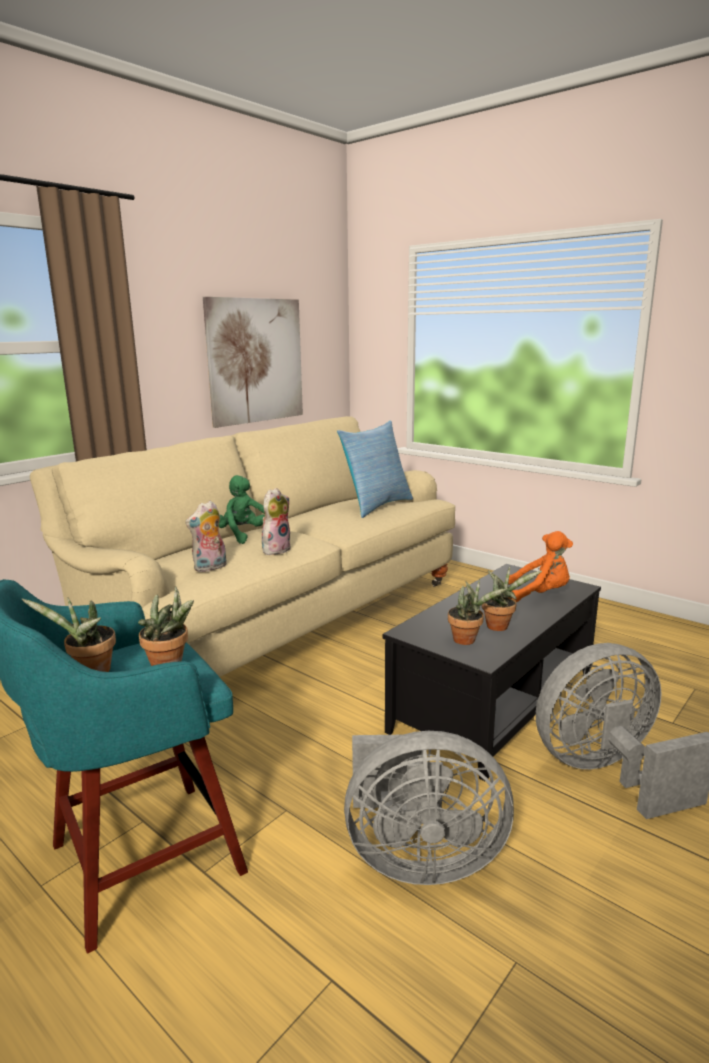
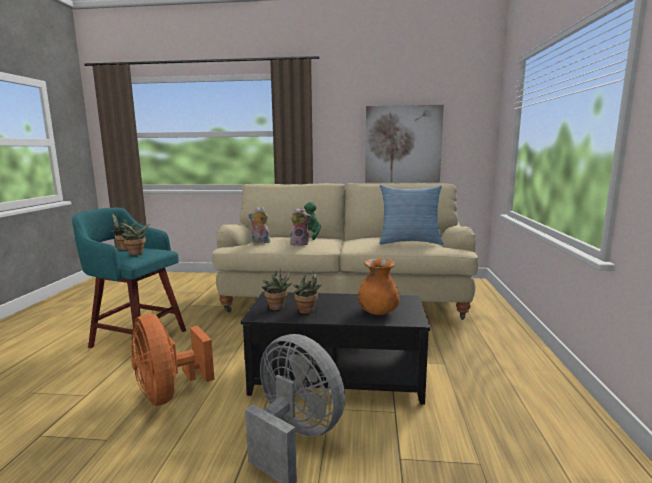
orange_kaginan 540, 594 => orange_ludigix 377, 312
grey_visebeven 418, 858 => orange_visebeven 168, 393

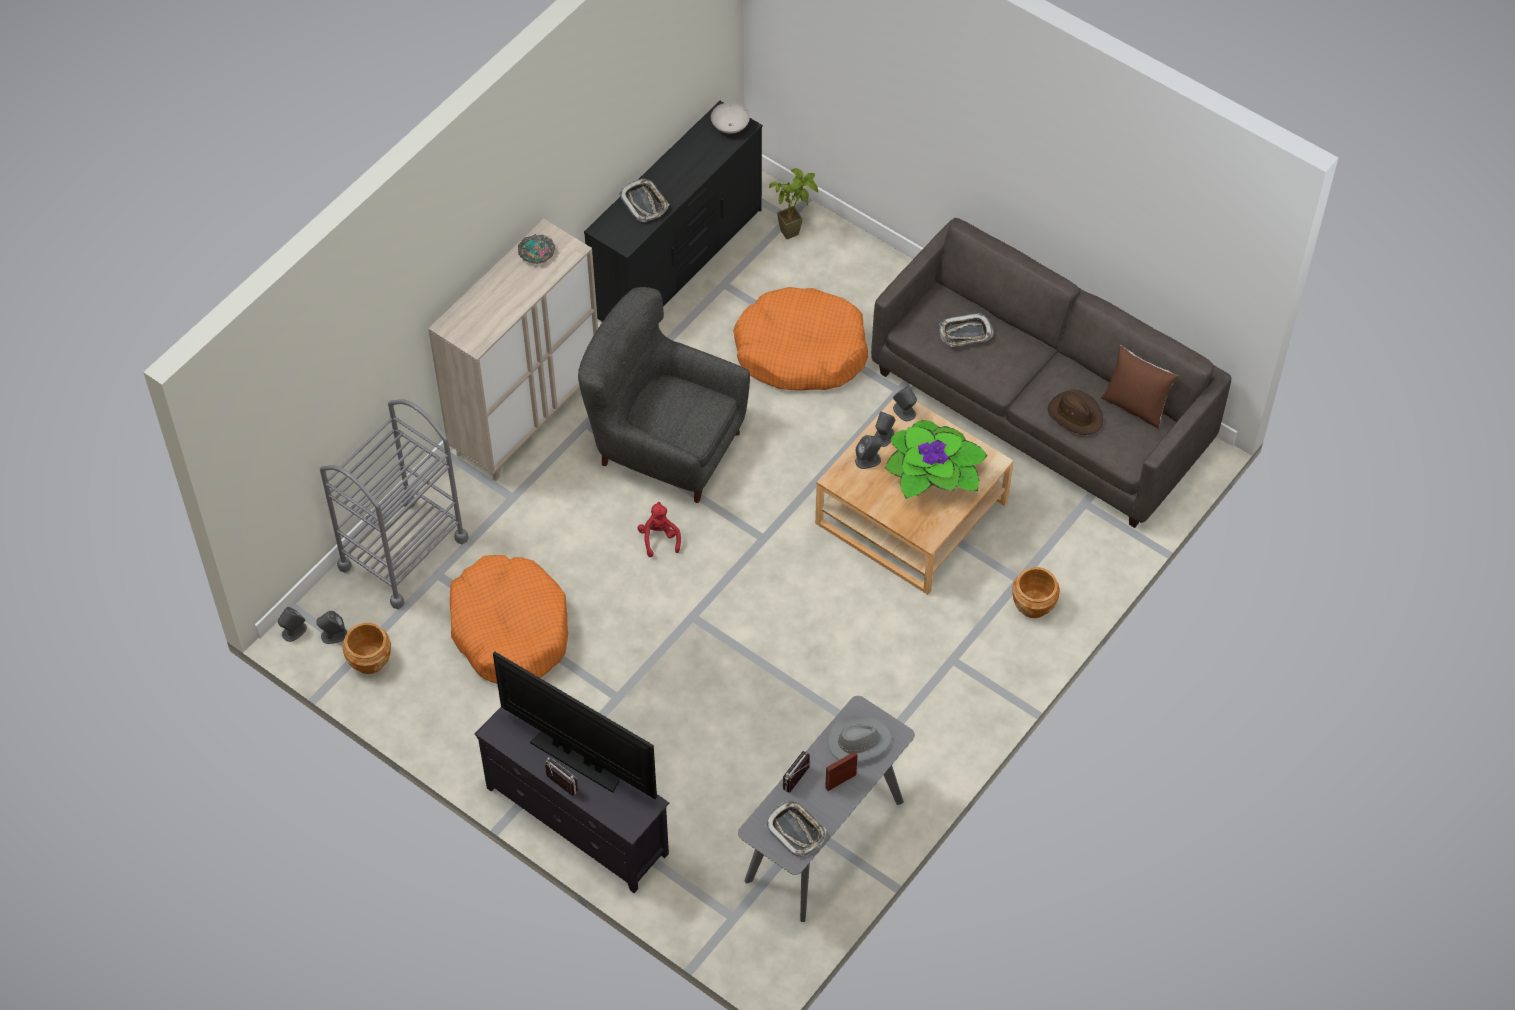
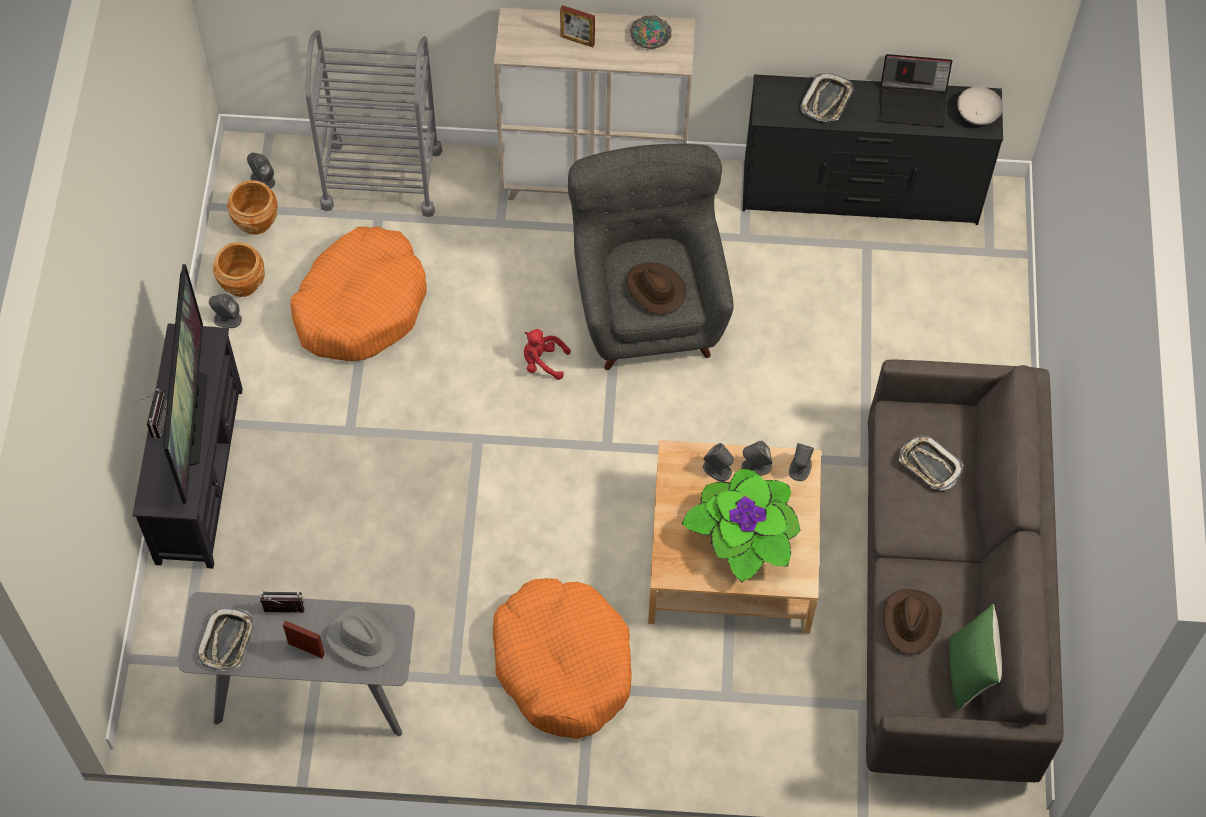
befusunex 796, 232 => nothing
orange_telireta 800, 351 => orange_telireta 563, 664, move
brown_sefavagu 1135, 405 => green_sefavagu 969, 672
red_kaginan 659, 538 => red_kaginan 543, 362, 120 degrees counterclockwise
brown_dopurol 1033, 604 => brown_dopurol 242, 282, move
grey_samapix 293, 631 => grey_samapix 227, 319, move
nothing => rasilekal 577, 40
nothing => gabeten 913, 103
nothing => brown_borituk 655, 290

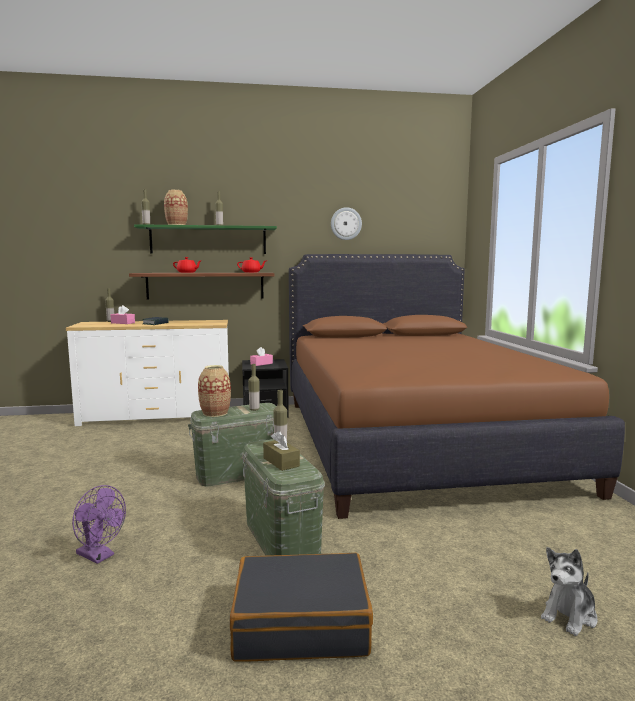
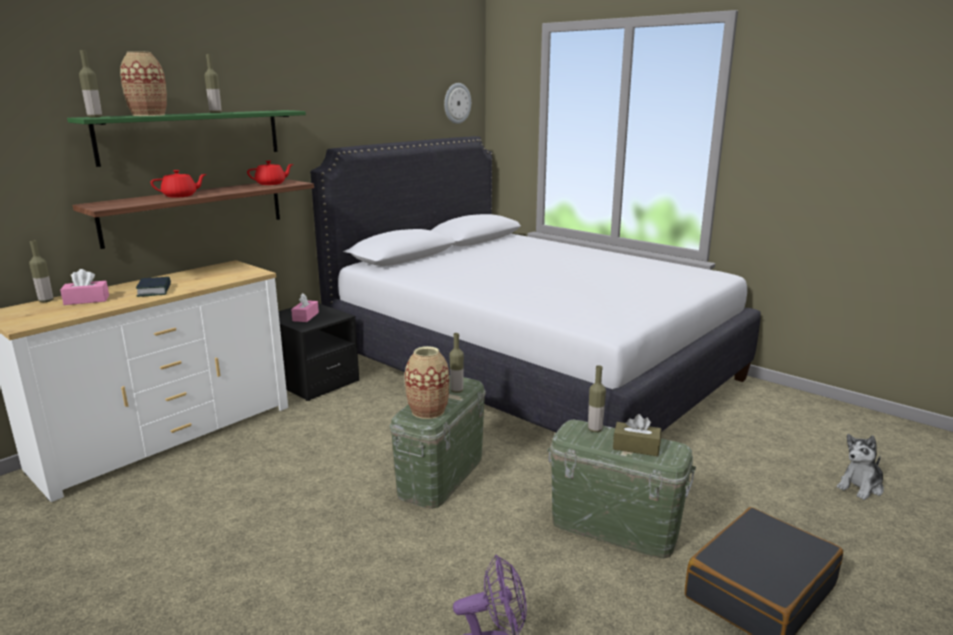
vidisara 346, 223 => vidisara 456, 103, move
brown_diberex 412, 440 => white_diberex 531, 370
kaginan 569, 615 => kaginan 860, 487, 45 degrees clockwise

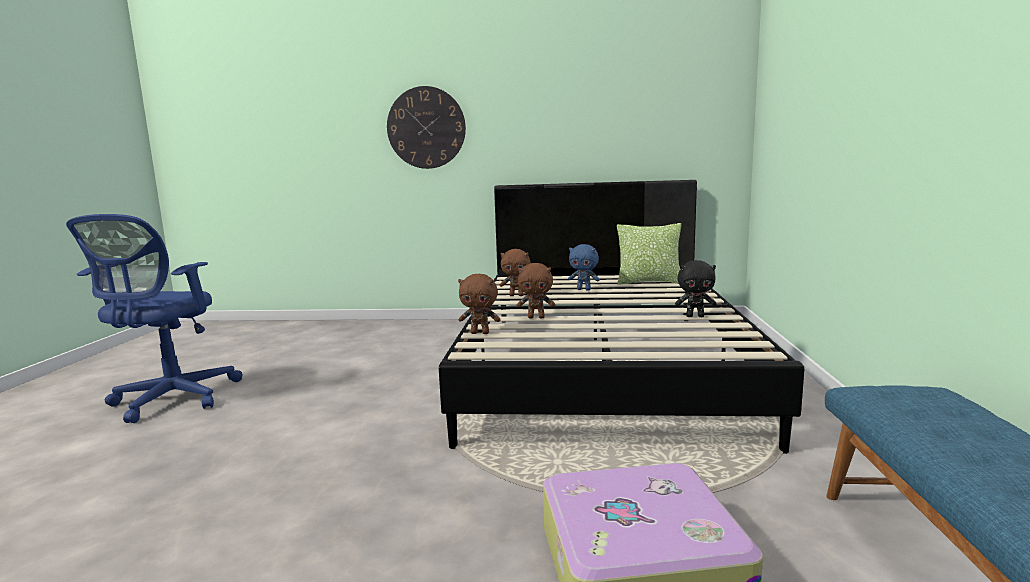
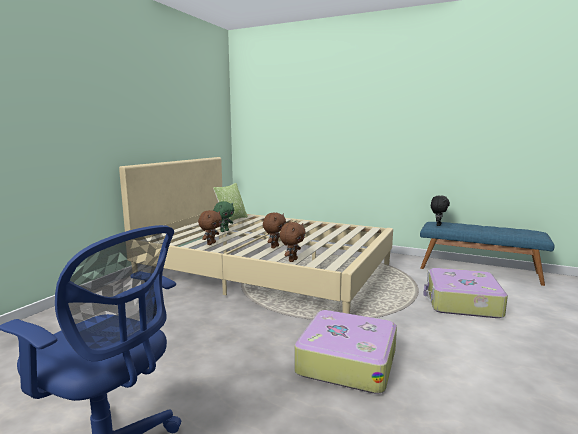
vidisara 426, 128 => nothing
black_diberex 602, 365 => beige_diberex 266, 270
blue_kaginan 584, 289 => green_kaginan 224, 231
black_kaginan 695, 316 => black_kaginan 438, 225, move
nothing => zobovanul 346, 361

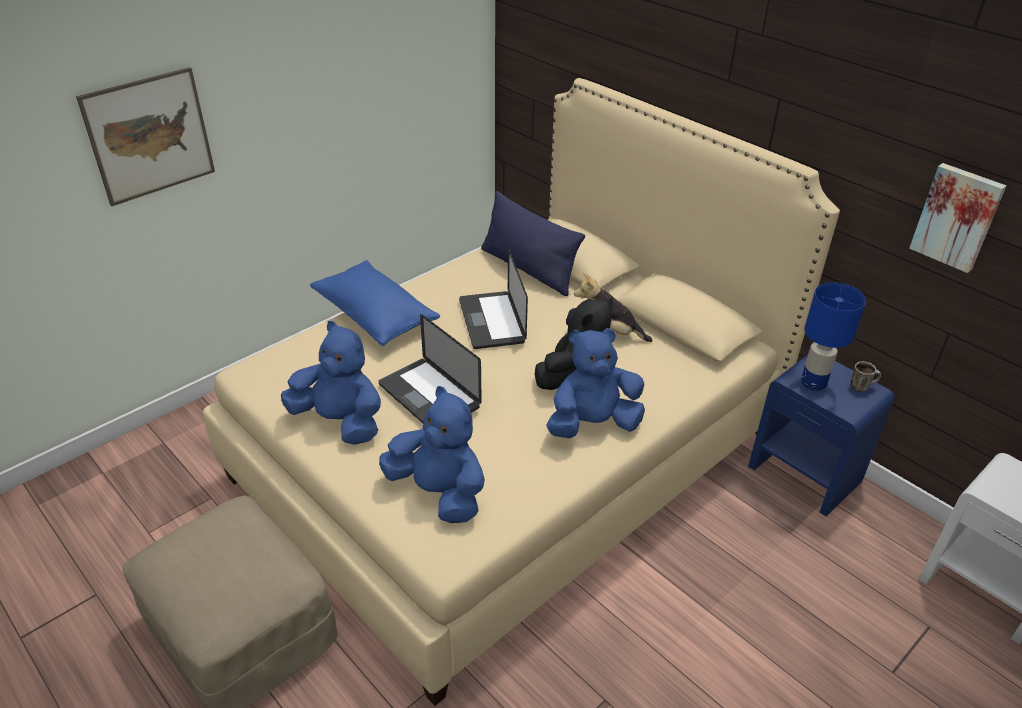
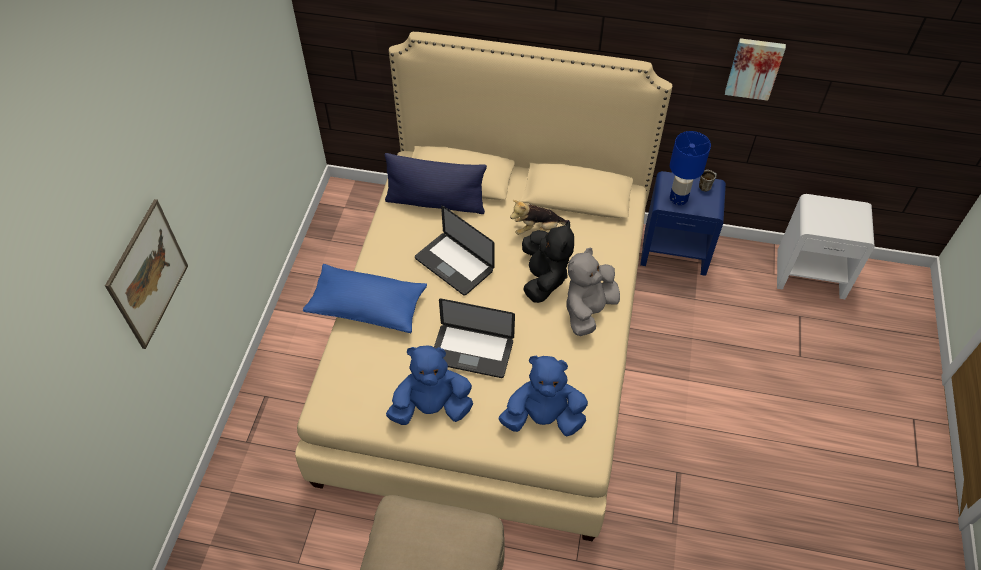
blue_kaginan 593, 424 => grey_kaginan 588, 310

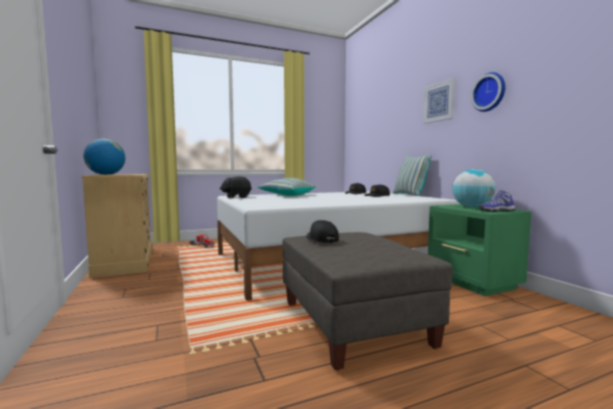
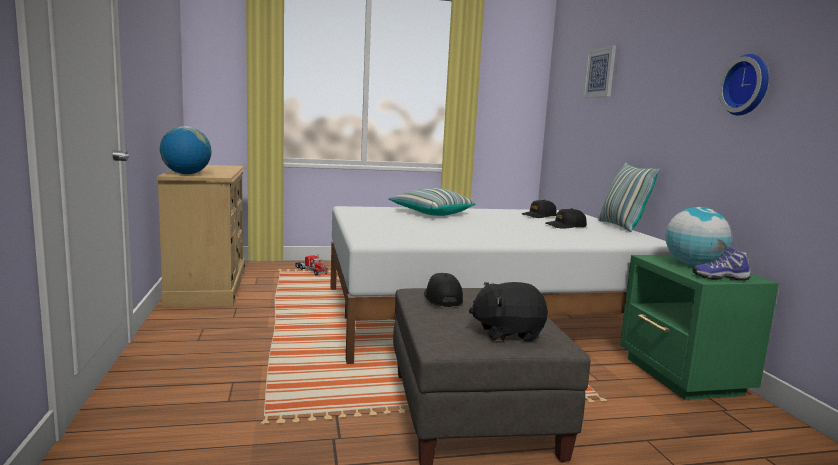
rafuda 439, 102 => rafuda 600, 73, move
black_kaginan 236, 197 => black_kaginan 507, 333, move

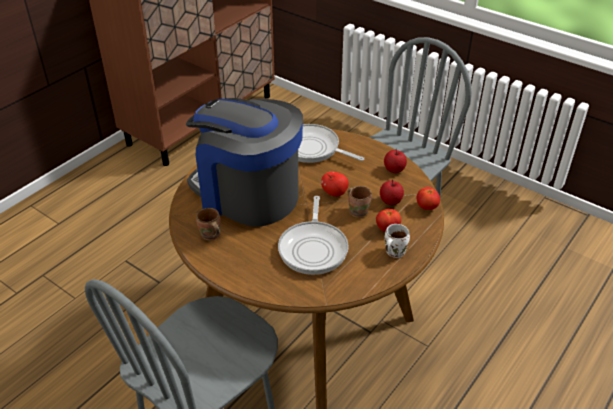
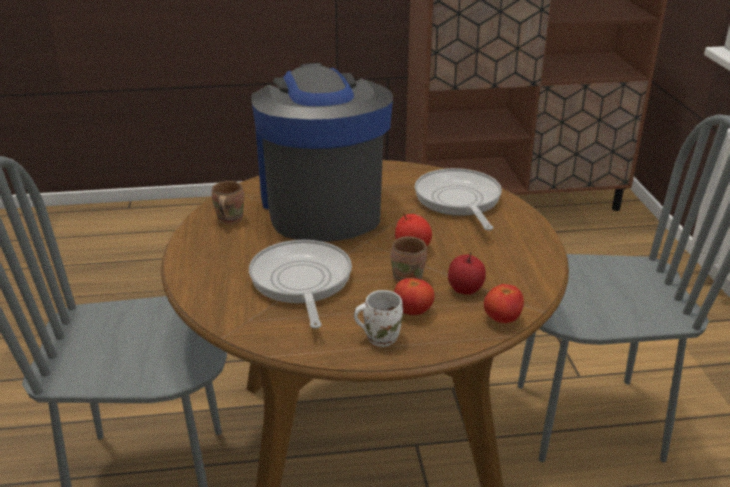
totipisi 394, 169 => nothing
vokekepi 313, 248 => vokekepi 301, 282, 120 degrees clockwise

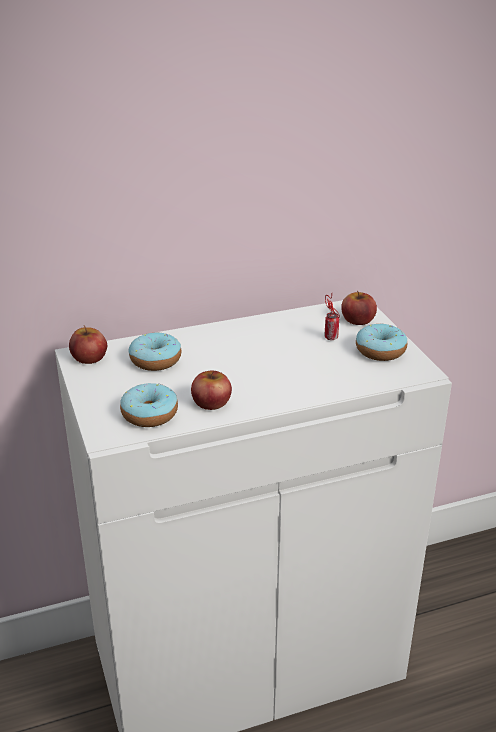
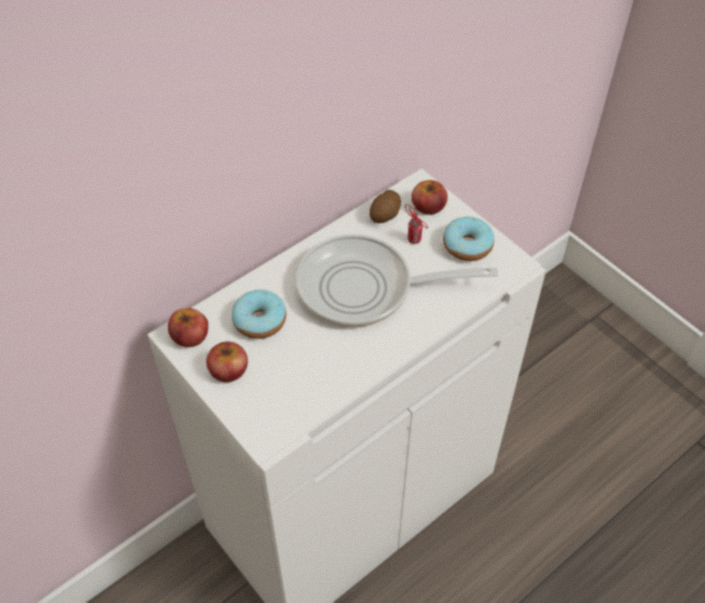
totipisi 211, 402 => totipisi 228, 369, move
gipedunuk 149, 414 => nothing
nothing => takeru 385, 215
nothing => vokekepi 365, 288

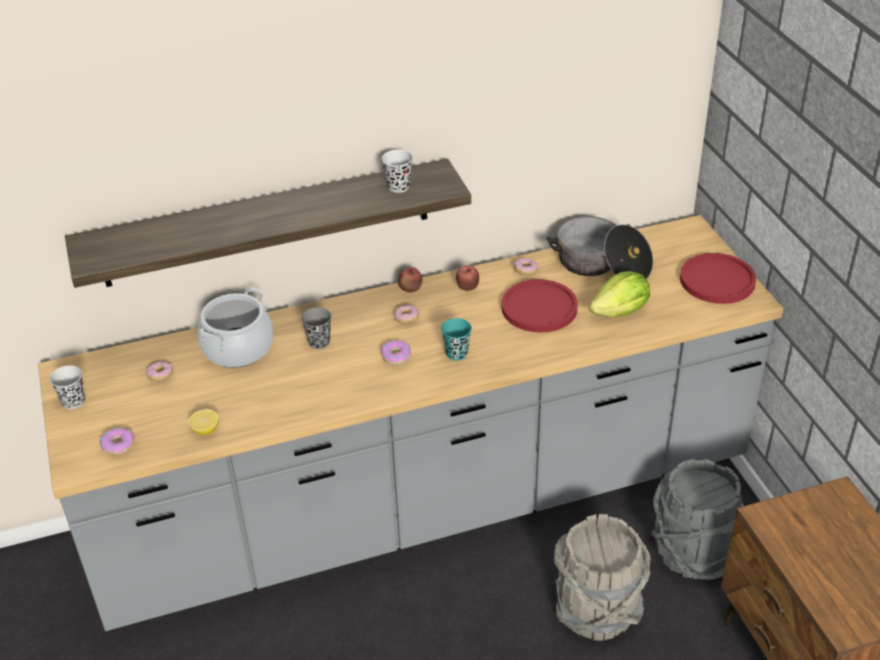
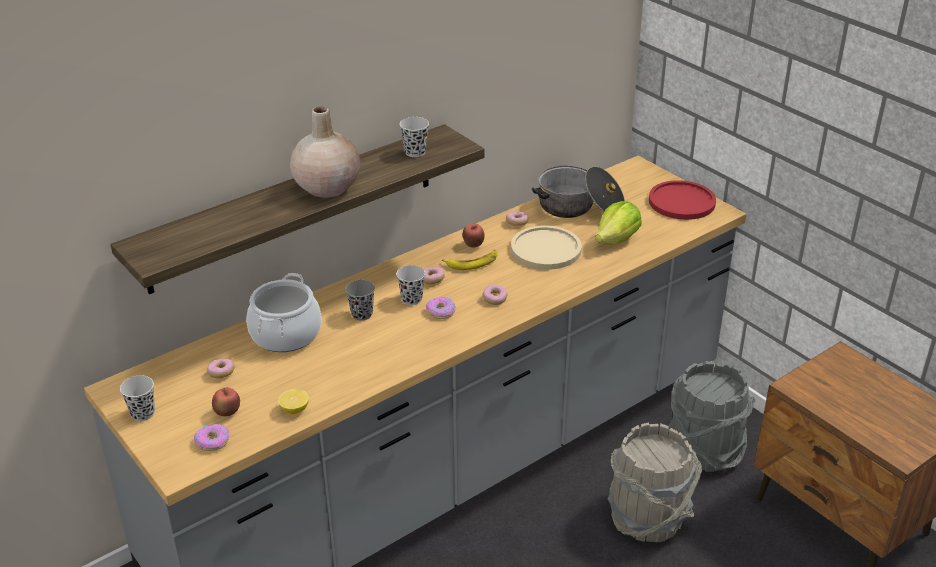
totipisi 410, 290 => totipisi 227, 413, move
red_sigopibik 539, 307 => beige_sigopibik 546, 249
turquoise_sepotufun 456, 353 => gipedunuk 494, 299
nothing => beige_ludigix 327, 187
nothing => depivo 472, 262
nothing => black_sepotufun 412, 299

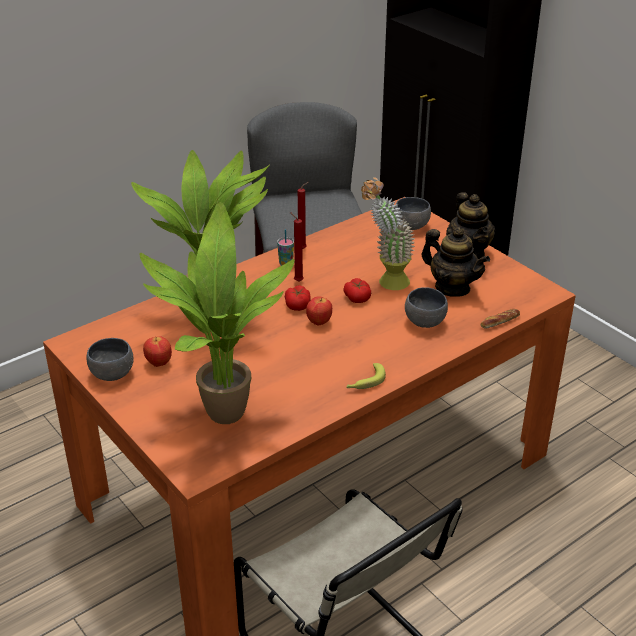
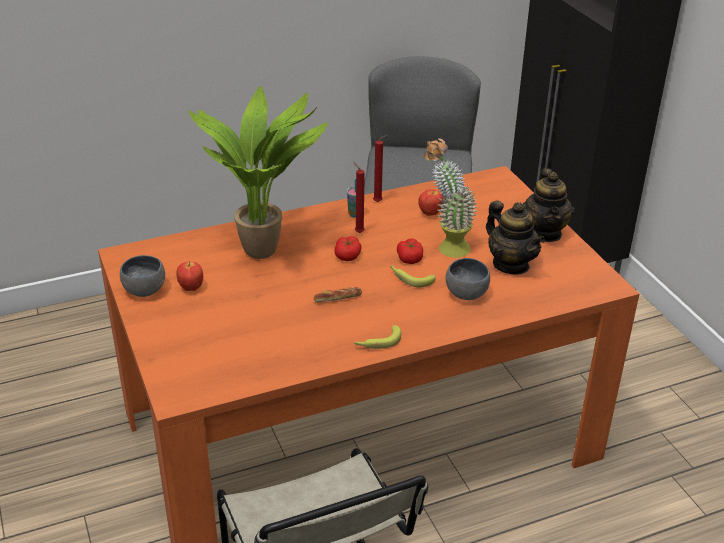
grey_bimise 411, 225 => nothing
befusunex 220, 413 => nothing
totipisi 319, 322 => totipisi 430, 213, move
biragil 500, 321 => biragil 338, 298, move
nothing => depivo 410, 278

